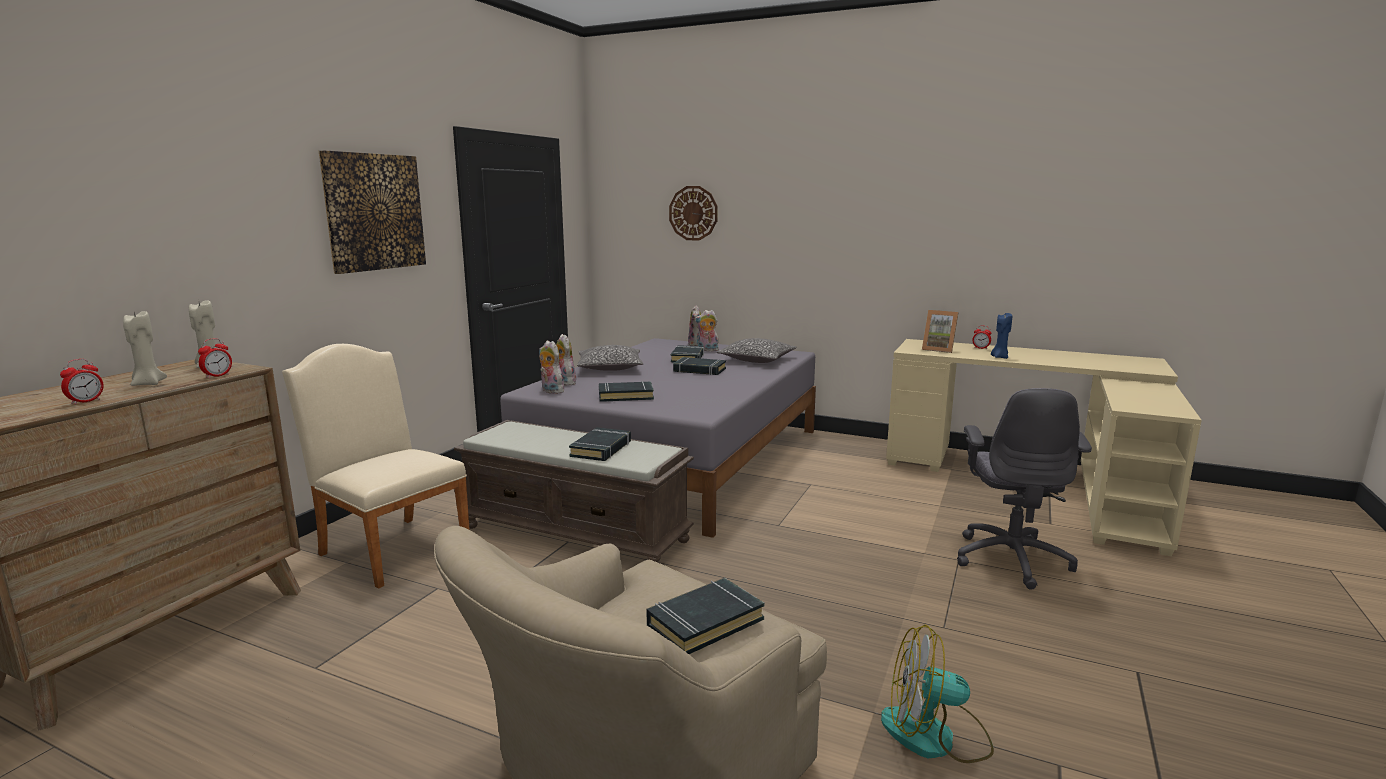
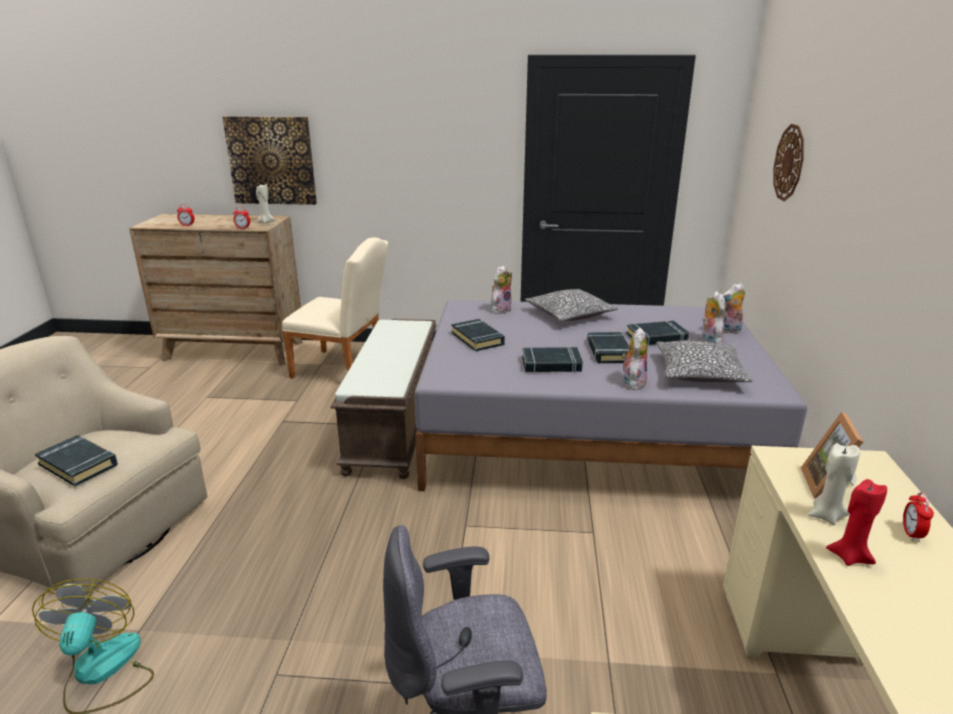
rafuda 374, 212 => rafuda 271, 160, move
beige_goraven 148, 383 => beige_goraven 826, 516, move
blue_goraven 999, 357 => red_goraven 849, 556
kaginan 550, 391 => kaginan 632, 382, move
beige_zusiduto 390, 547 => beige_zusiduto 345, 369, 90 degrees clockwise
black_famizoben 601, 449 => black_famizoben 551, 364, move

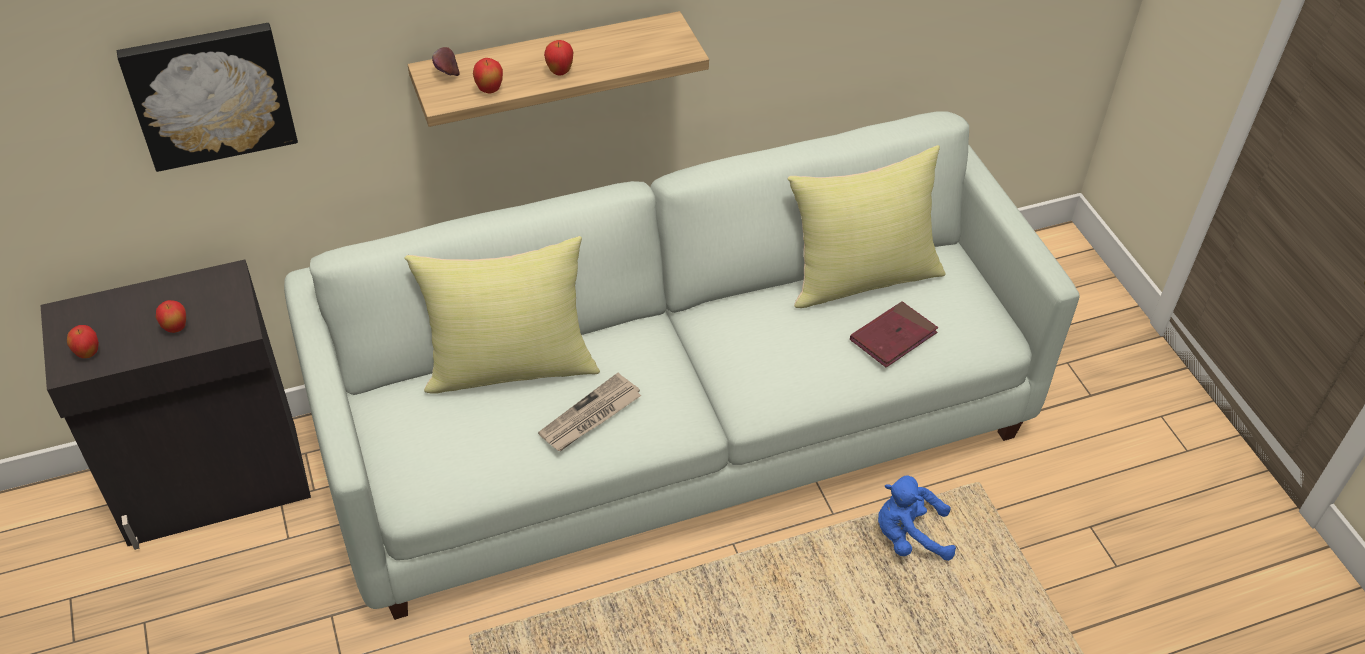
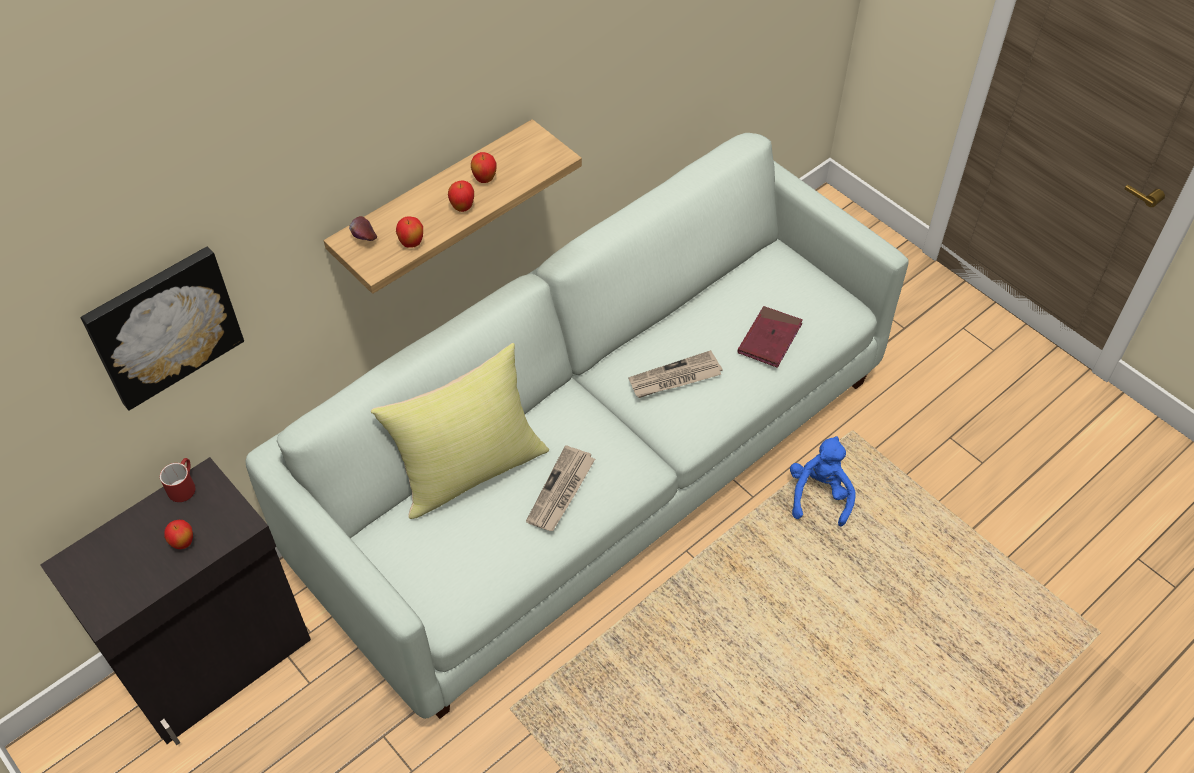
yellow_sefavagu 861, 277 => nothing
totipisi 88, 354 => totipisi 484, 180, move
blue_kaginan 908, 536 => blue_kaginan 819, 494, 120 degrees clockwise
nothing => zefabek 674, 378
nothing => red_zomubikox 183, 486

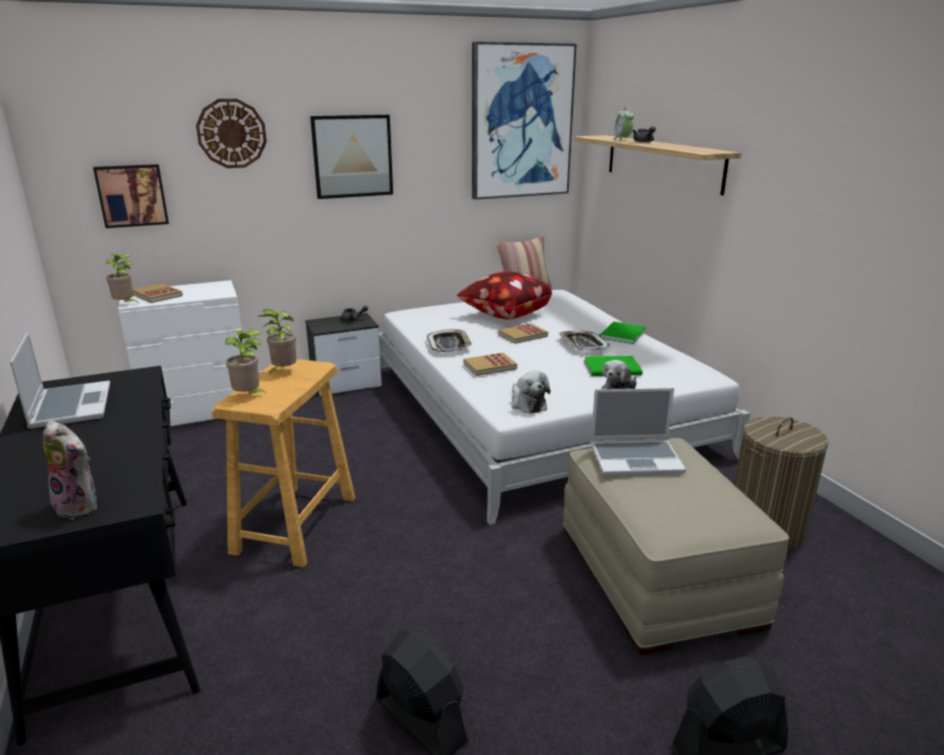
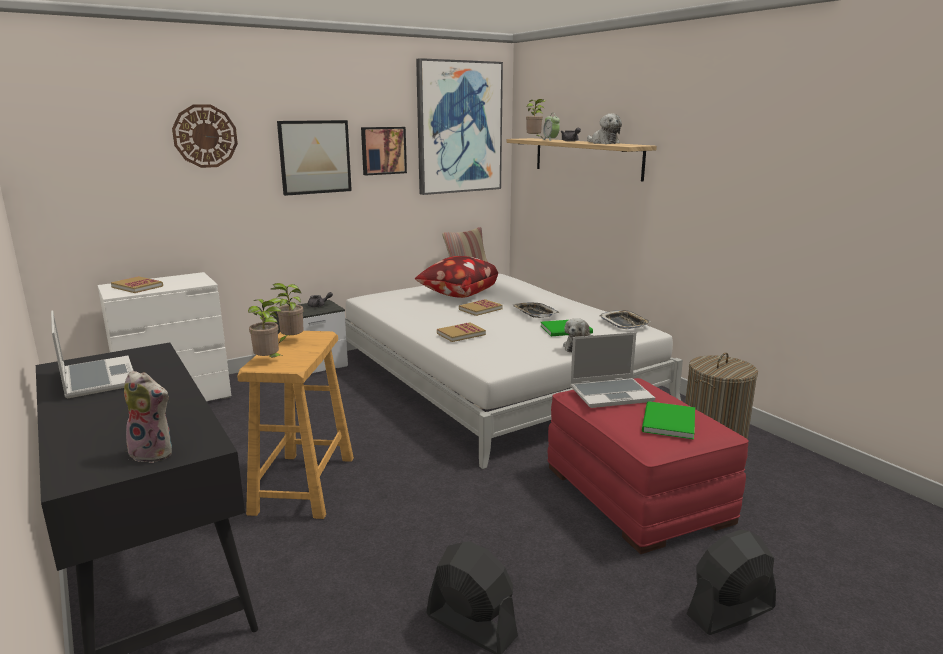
rafuda 132, 195 => rafuda 383, 150, move
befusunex 126, 304 => befusunex 534, 139, move
green_famizoben 621, 334 => green_famizoben 667, 422, move
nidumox 449, 345 => nidumox 624, 323, move
kaginan 527, 404 => kaginan 603, 143, move
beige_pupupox 658, 576 => red_pupupox 637, 494

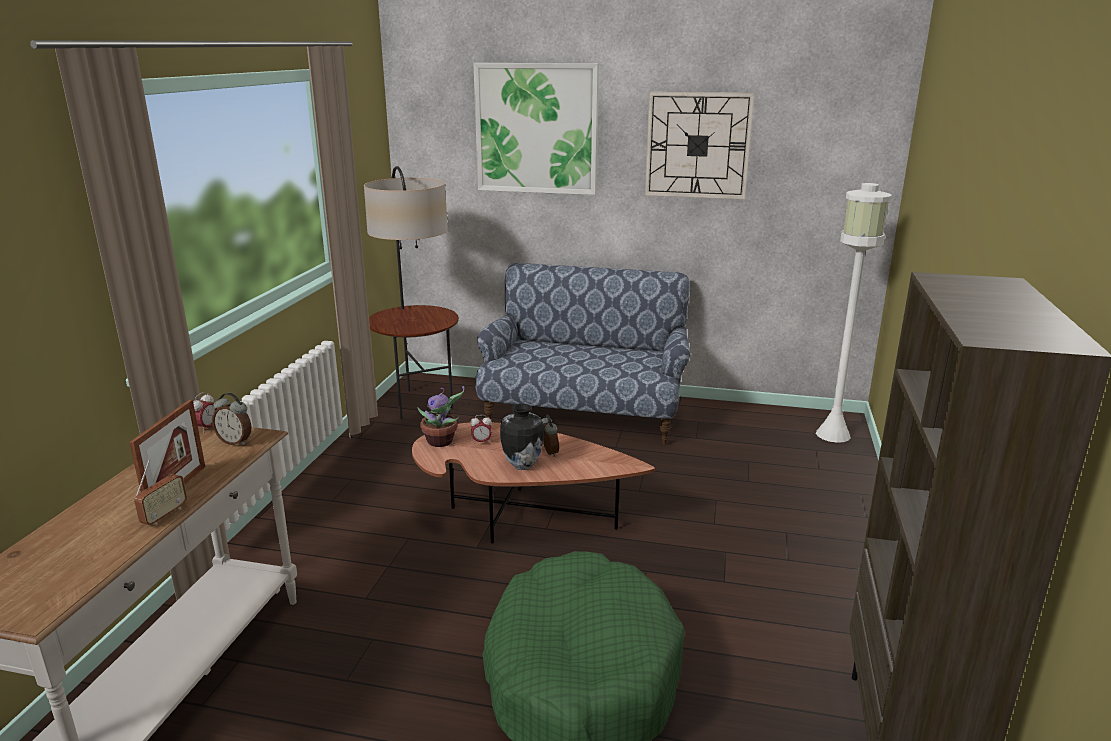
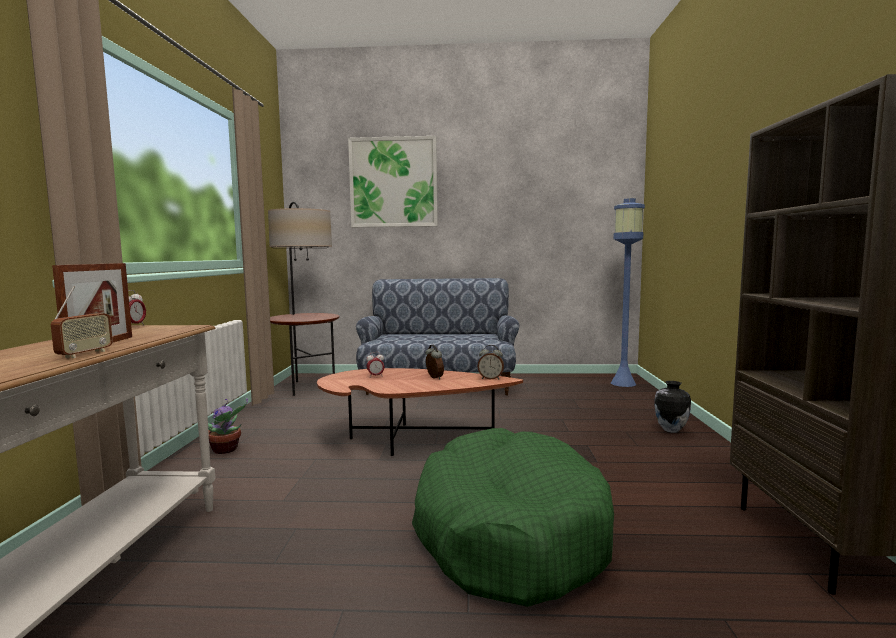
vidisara 697, 145 => nothing
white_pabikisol 833, 434 => blue_pabikisol 623, 383
befusunex 441, 442 => befusunex 226, 450, move
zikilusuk 235, 442 => zikilusuk 490, 378, move
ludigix 522, 465 => ludigix 670, 430, move

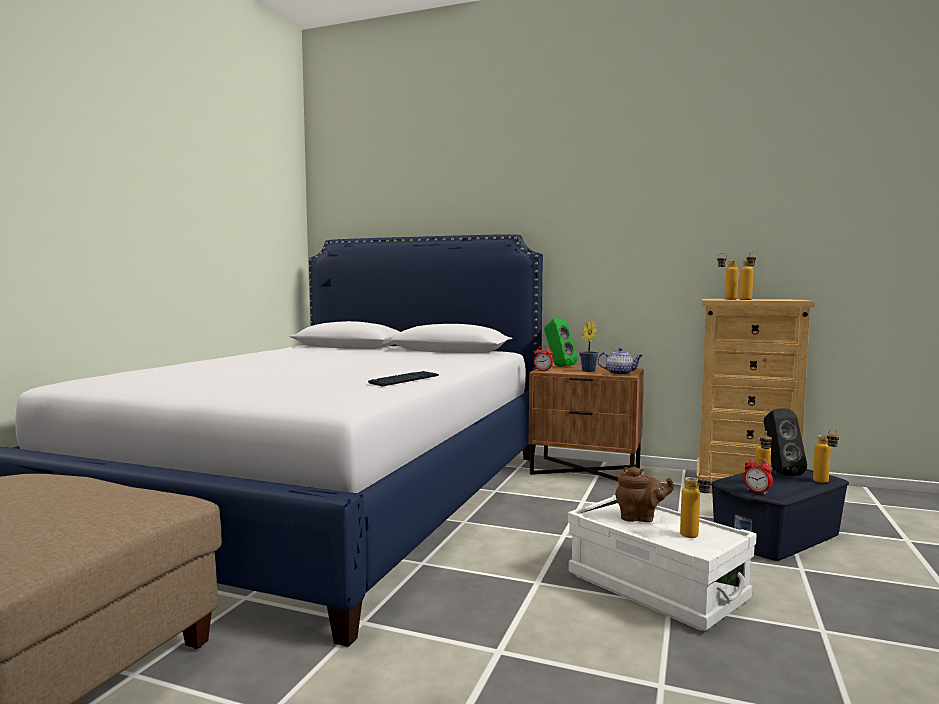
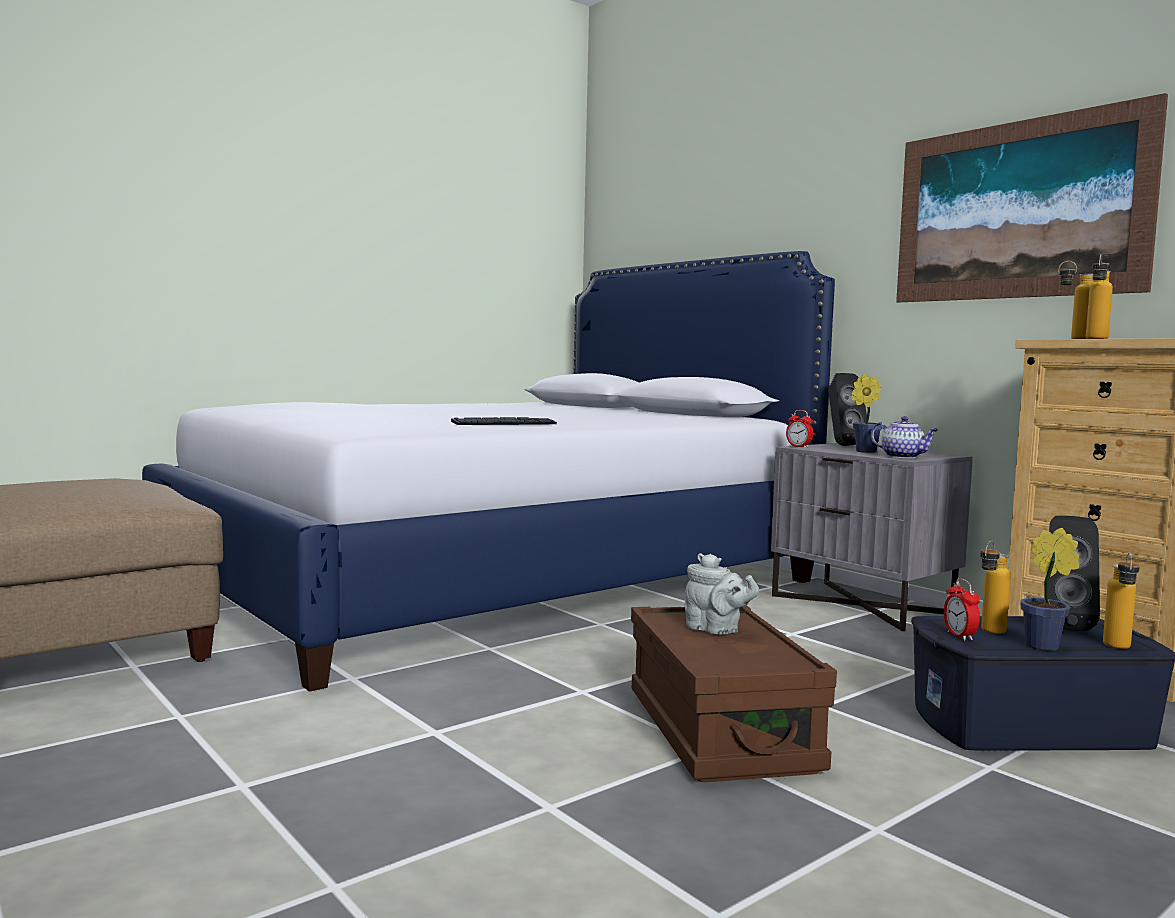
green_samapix 558, 366 => black_samapix 842, 445
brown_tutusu 586, 470 => grey_tutusu 863, 605
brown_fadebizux 640, 518 => grey_fadebizux 716, 630
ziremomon 695, 537 => nothing
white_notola 656, 587 => brown_notola 720, 731
nothing => rafuda 1017, 210
nothing => befusunex 1046, 646

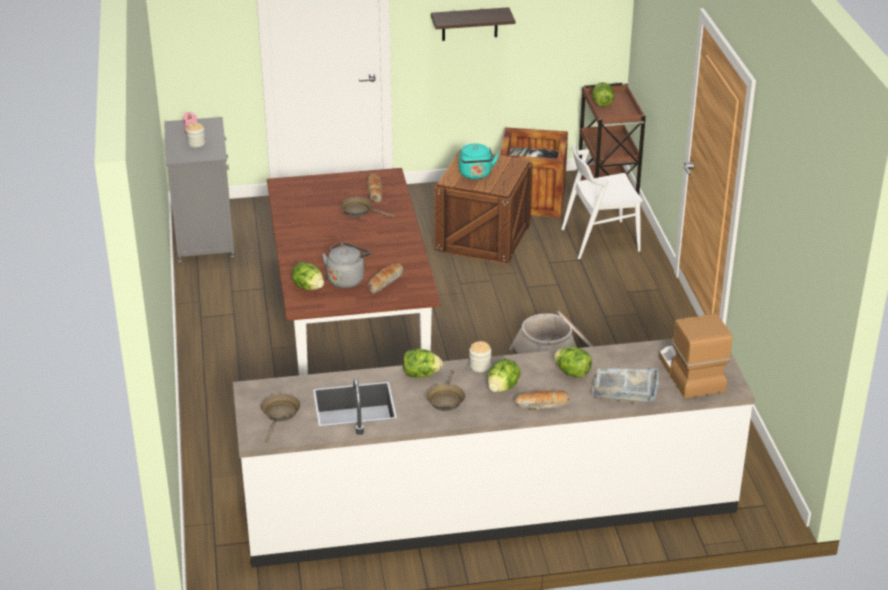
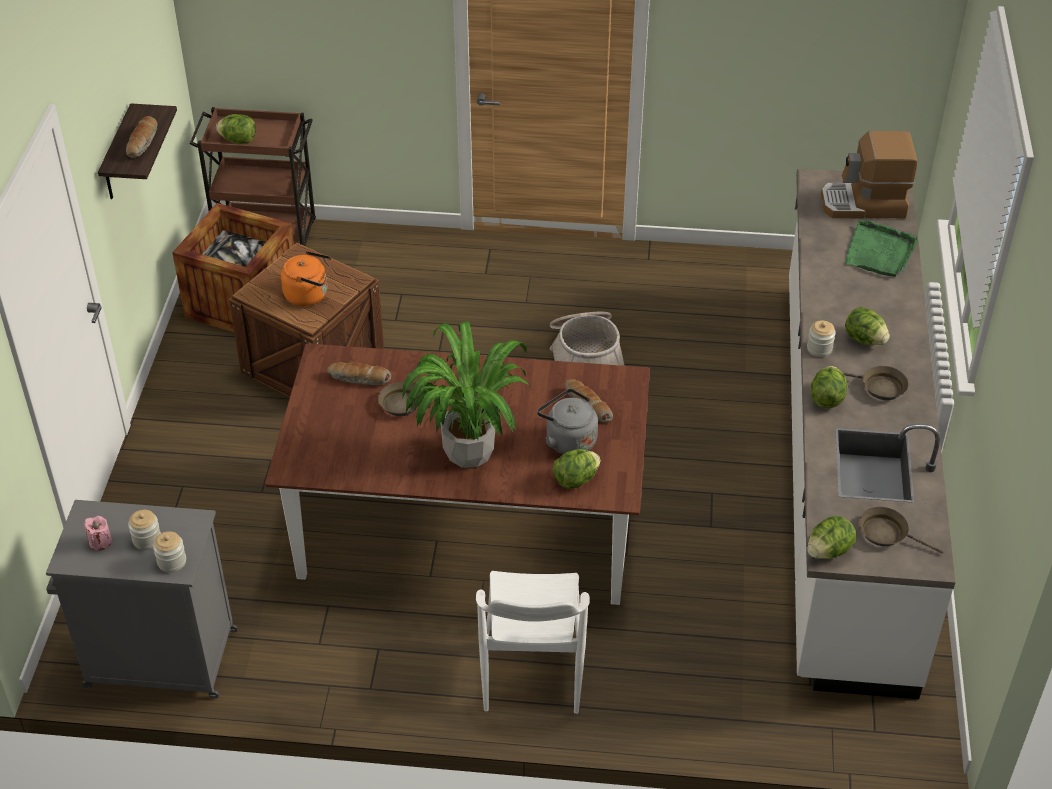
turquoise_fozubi 476, 175 => orange_fozubi 309, 295
white_zusiduto 599, 240 => white_zusiduto 532, 670, move
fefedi 572, 373 => fefedi 828, 551, move
grey_nidumox 625, 387 => green_nidumox 879, 252
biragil 542, 405 => biragil 143, 143, move
nothing => befusunex 468, 451
nothing => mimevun 172, 562

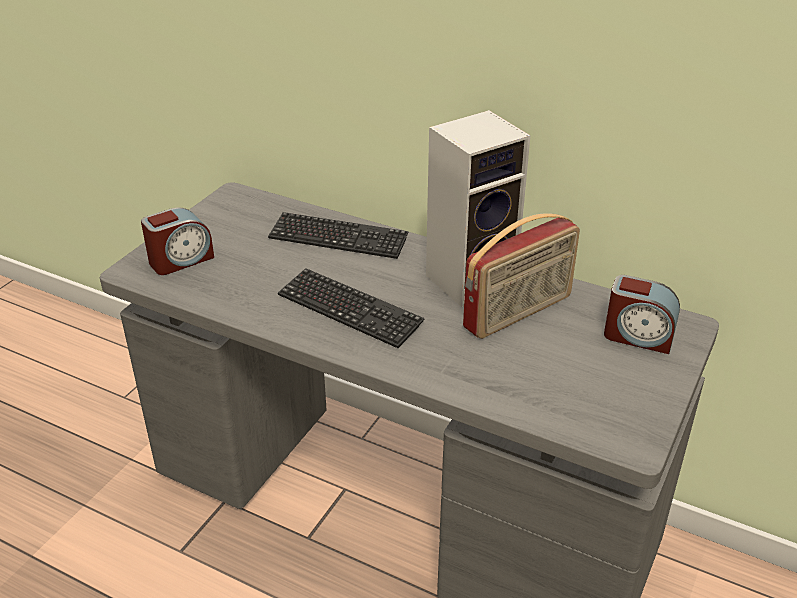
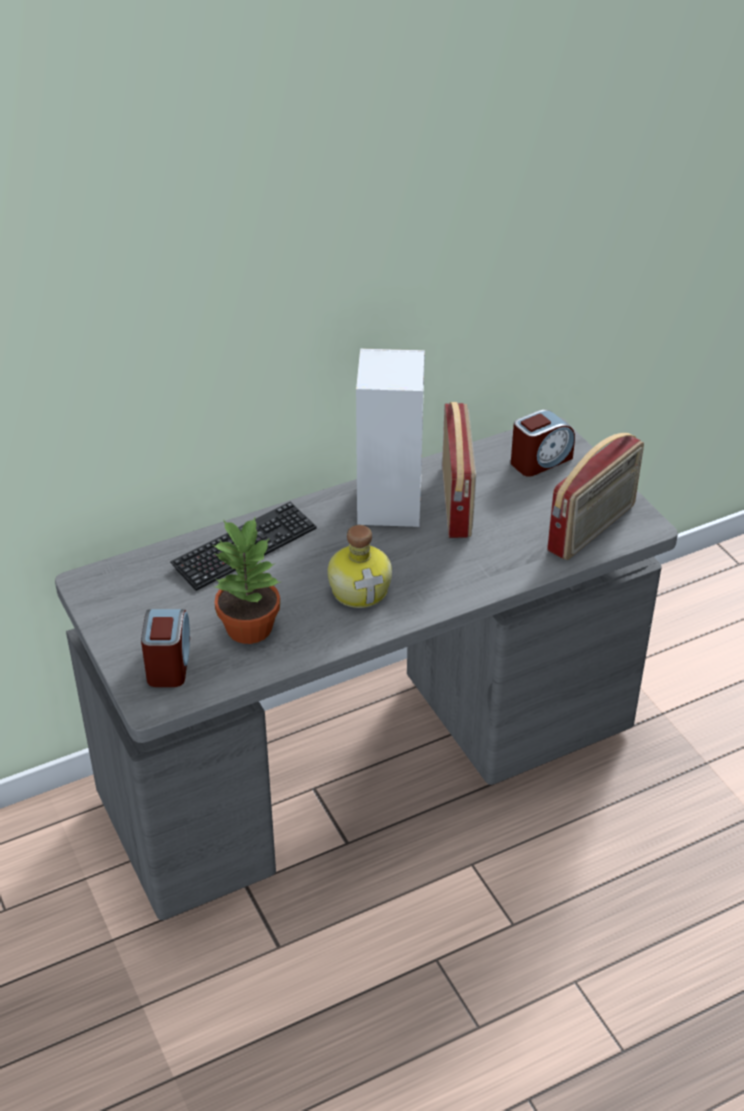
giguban 349, 310 => ziremomon 361, 589
nothing => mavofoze 593, 529
nothing => befusunex 249, 627

